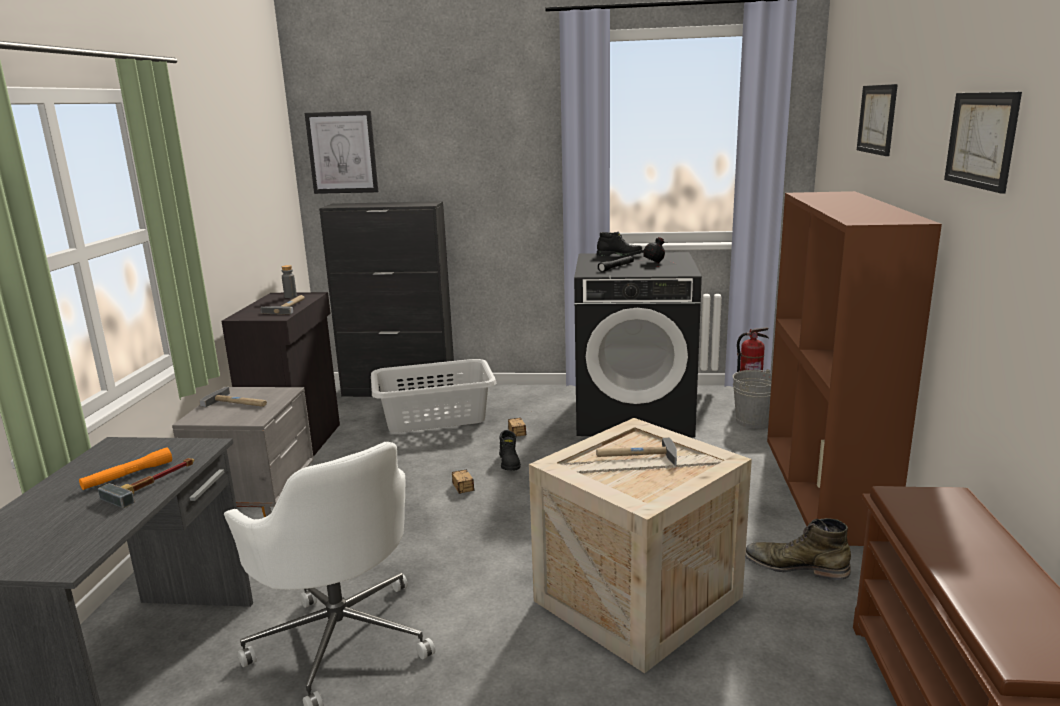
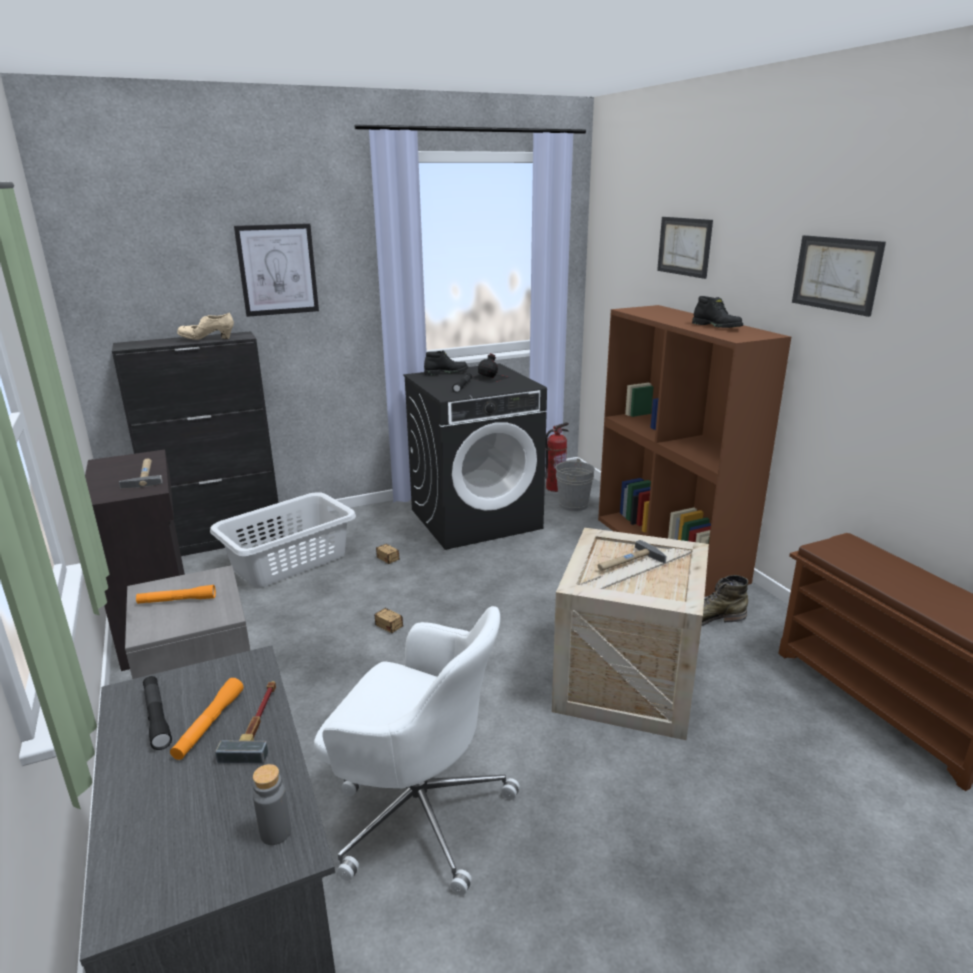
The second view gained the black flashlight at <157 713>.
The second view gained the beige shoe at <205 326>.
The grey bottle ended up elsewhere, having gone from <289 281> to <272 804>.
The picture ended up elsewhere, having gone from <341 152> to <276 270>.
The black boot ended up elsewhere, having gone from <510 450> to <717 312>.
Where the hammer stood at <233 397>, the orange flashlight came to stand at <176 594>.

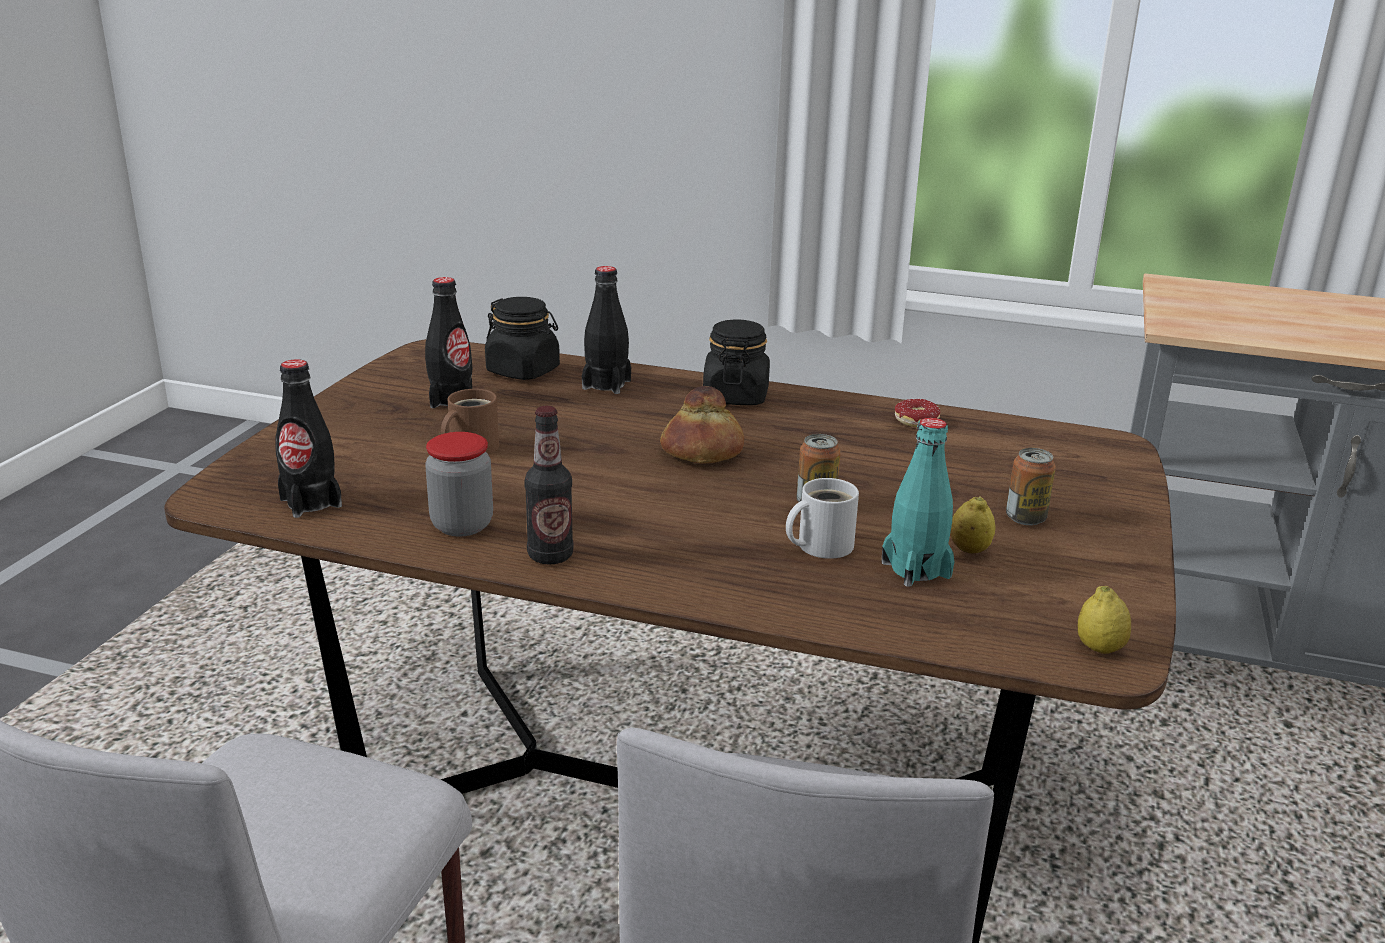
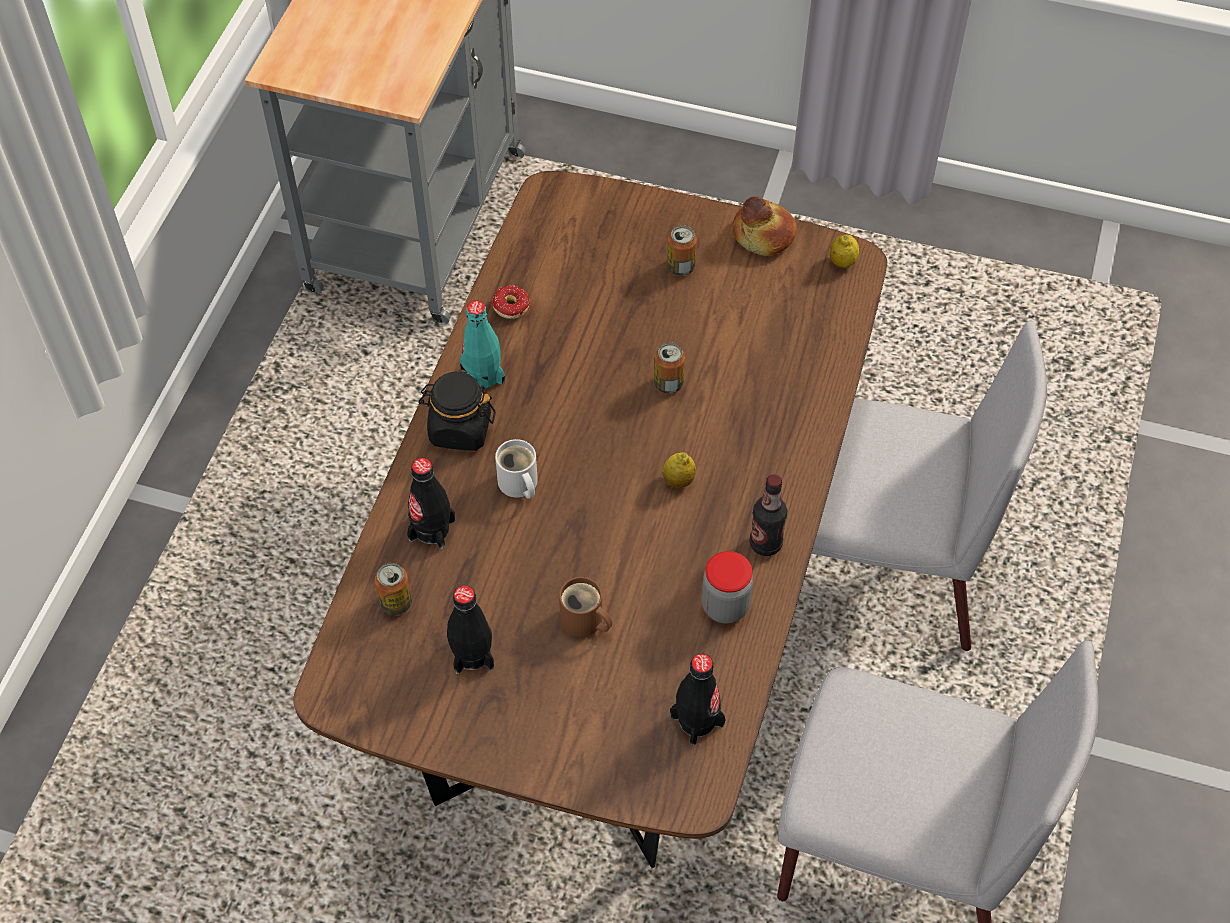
The bread ended up elsewhere, having gone from <702 425> to <765 226>.
The white mug ended up elsewhere, having gone from <822 518> to <516 469>.
The turquoise bottle ended up elsewhere, having gone from <918 502> to <482 344>.
The lemon ended up elsewhere, having gone from <972 525> to <679 470>.
Where the black jar stood at <522 338>, the can came to stand at <393 589>.

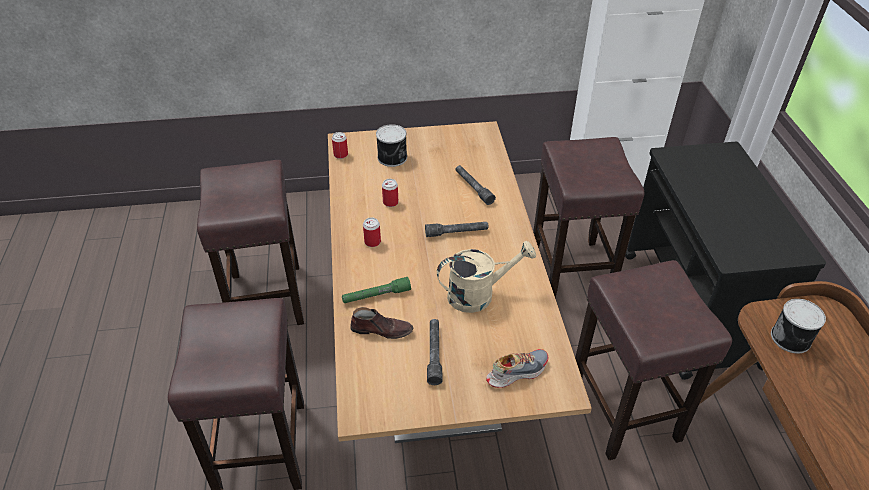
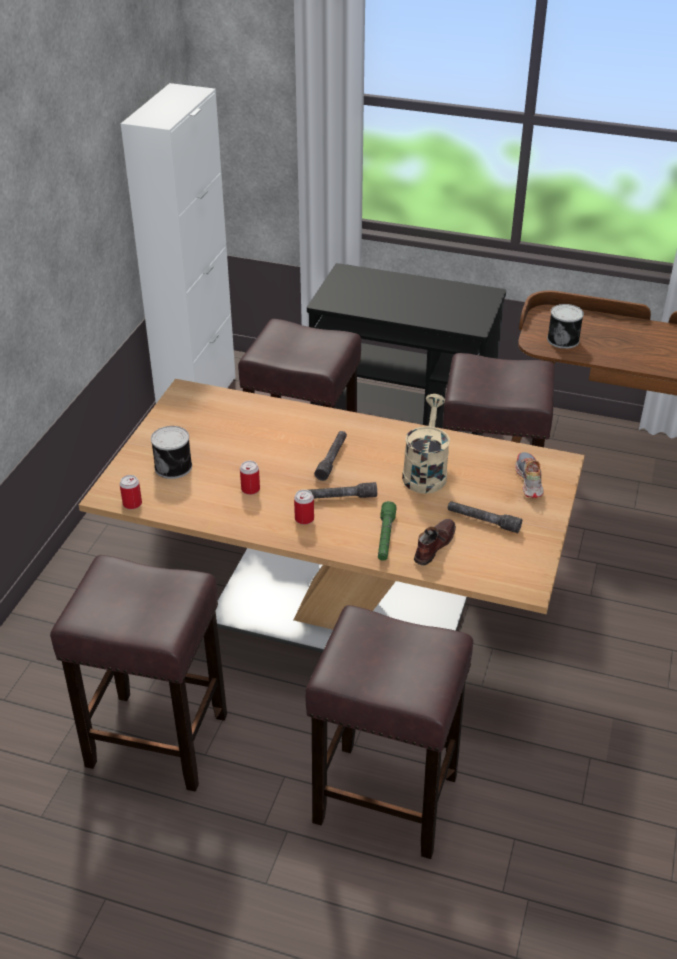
The grey flashlight ended up elsewhere, having gone from <475 185> to <343 490>.

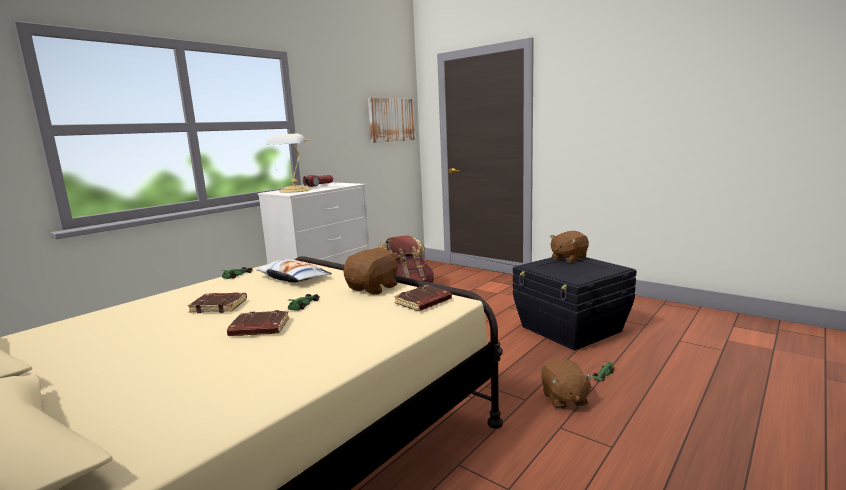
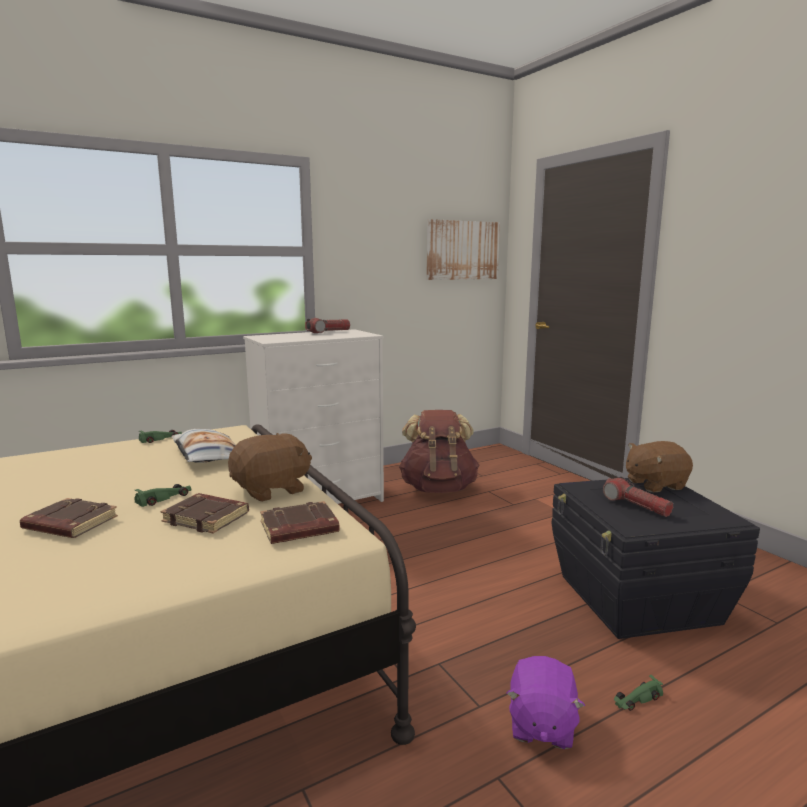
The second view lost the table lamp at <288 163>.
The second view gained the flashlight at <638 497>.
The brown book ended up elsewhere, having gone from <217 303> to <205 513>.
What was the brown plush toy at <567 384> turned into the purple plush toy at <546 702>.

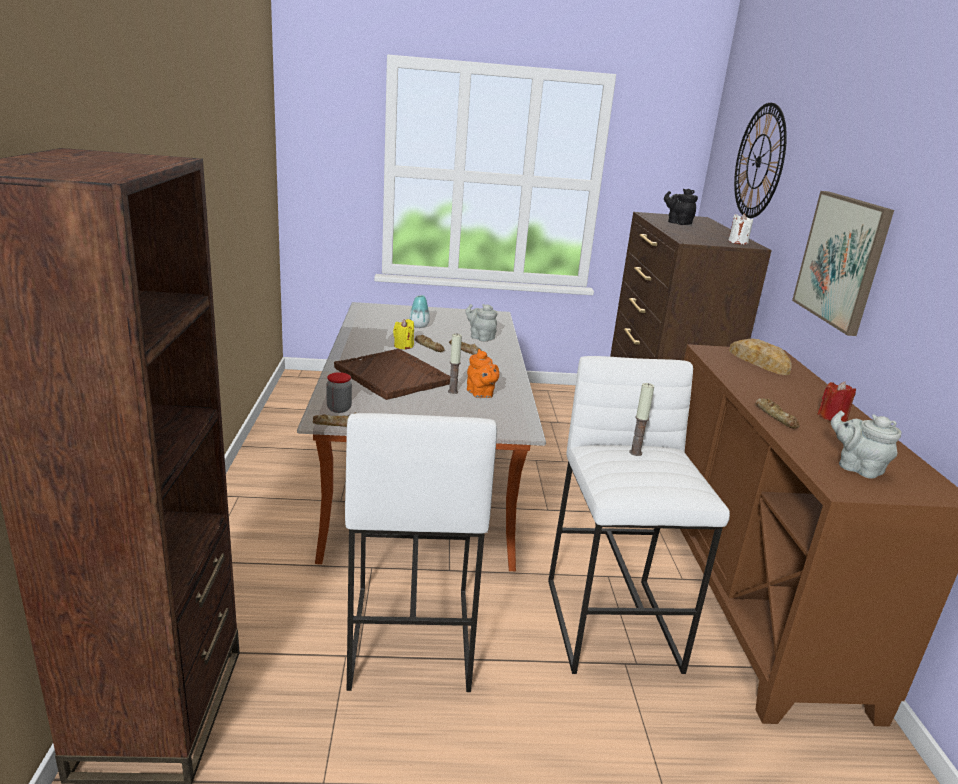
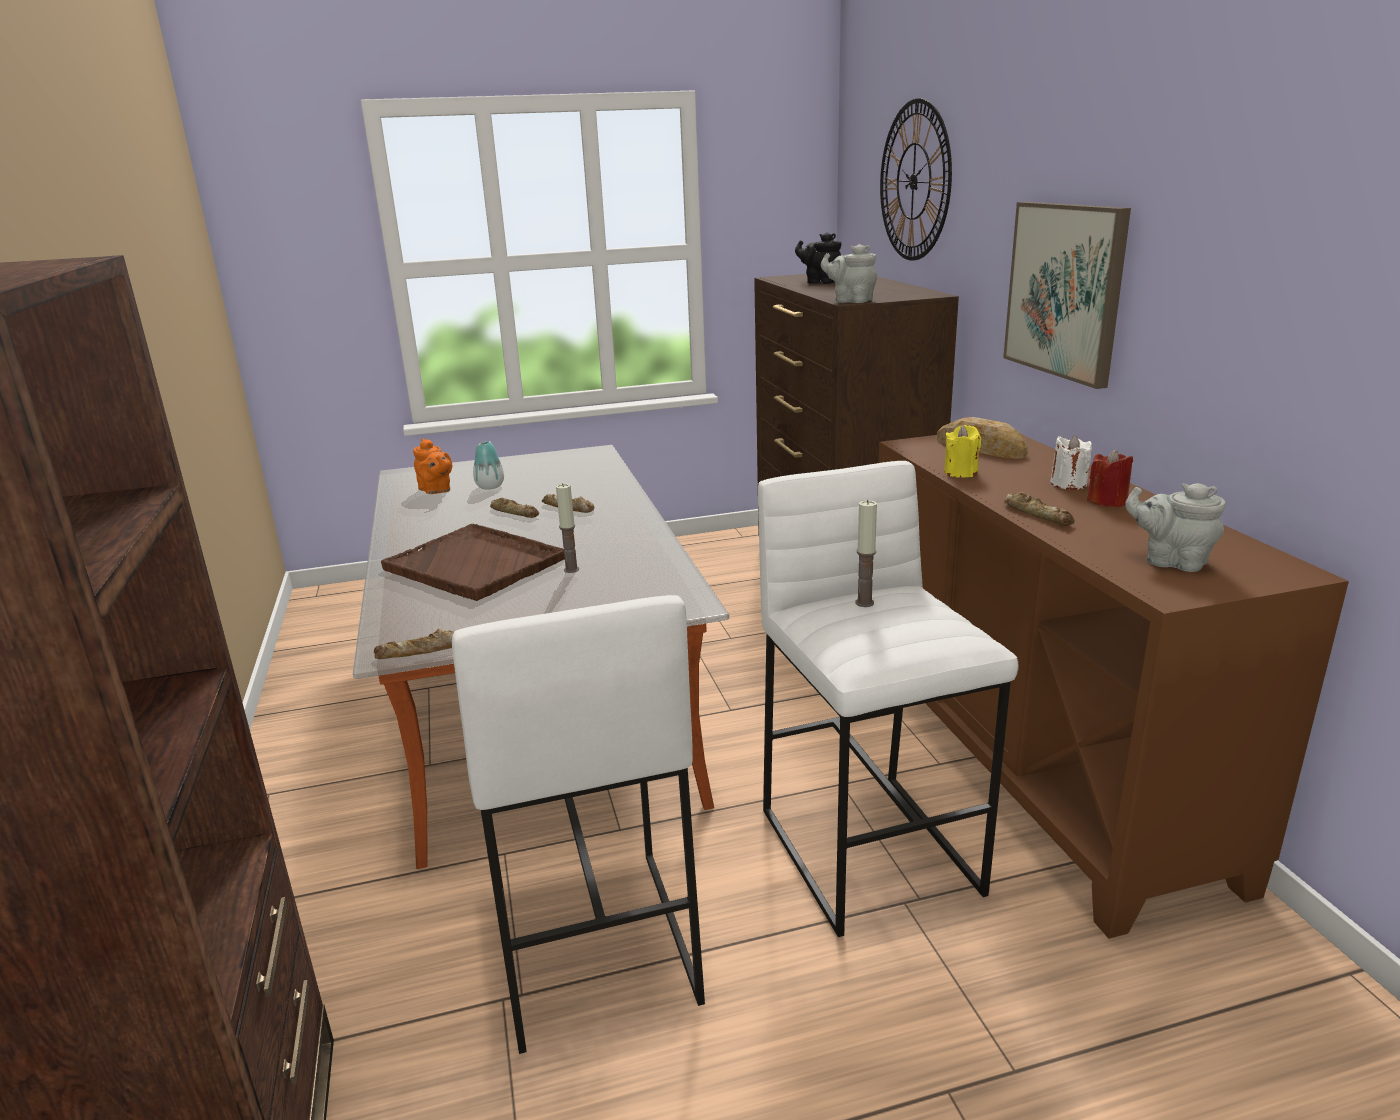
The second view lost the jar at <339 392>.
The yellow candle ended up elsewhere, having gone from <403 334> to <962 451>.
The grey teapot ended up elsewhere, having gone from <481 323> to <849 273>.
The orange teapot ended up elsewhere, having gone from <483 373> to <432 466>.
The white candle ended up elsewhere, having gone from <740 228> to <1071 462>.

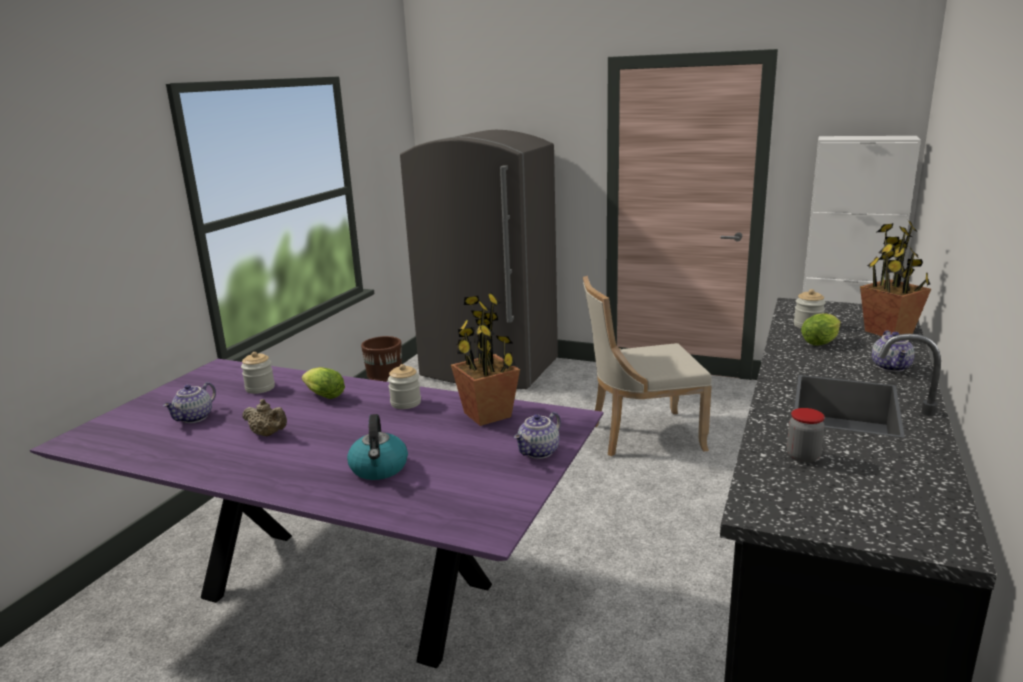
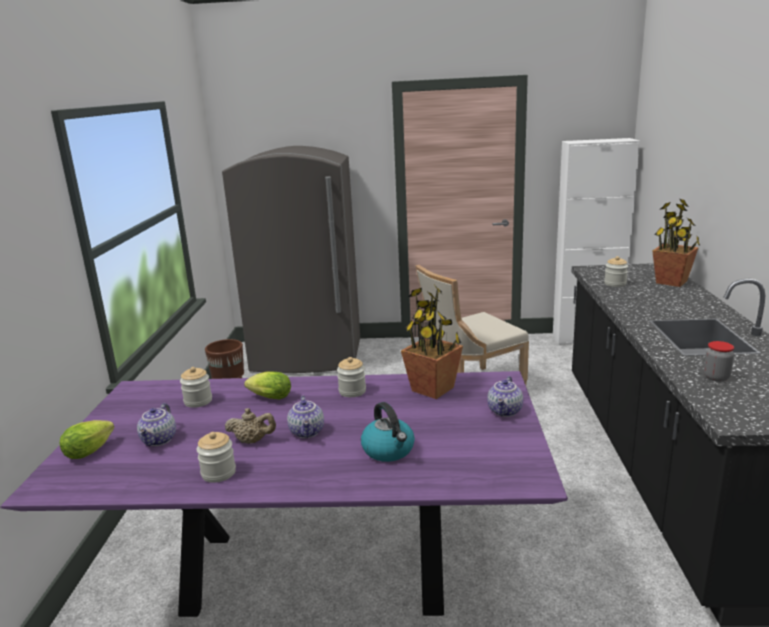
The second view gained the jar at <216 457>.
The lettuce ended up elsewhere, having gone from <821 329> to <87 439>.
The teapot ended up elsewhere, having gone from <893 351> to <305 417>.

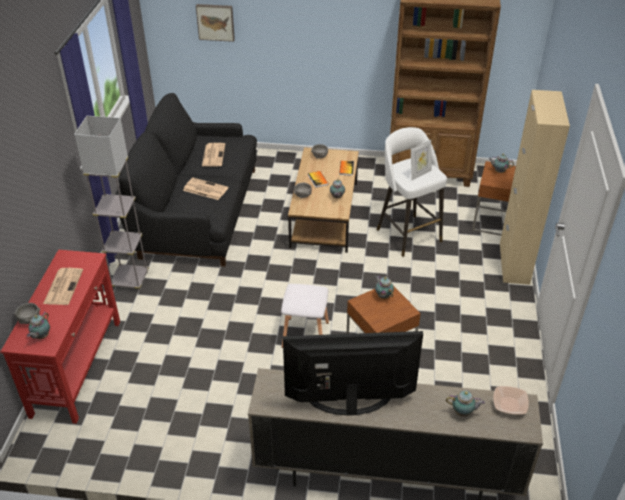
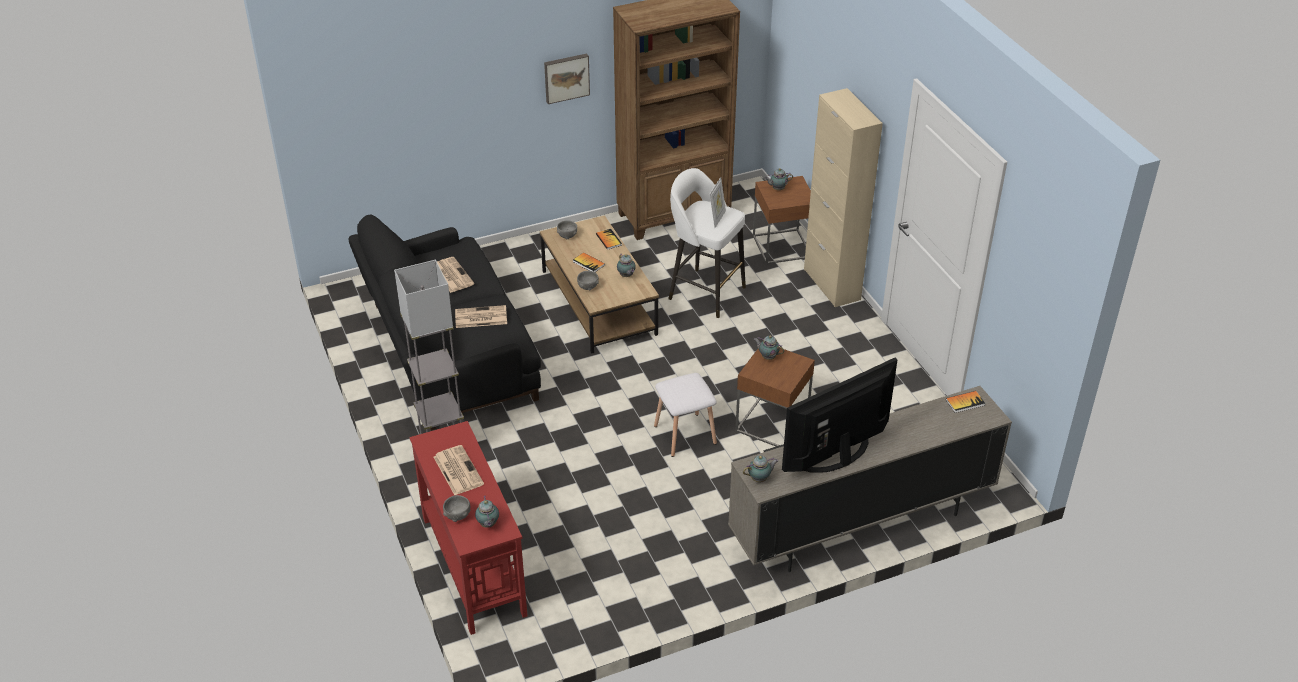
The picture ended up elsewhere, having gone from <215 23> to <567 79>.
The teapot ended up elsewhere, having gone from <465 403> to <760 469>.
Where the bowl stood at <511 400>, the book came to stand at <965 402>.

